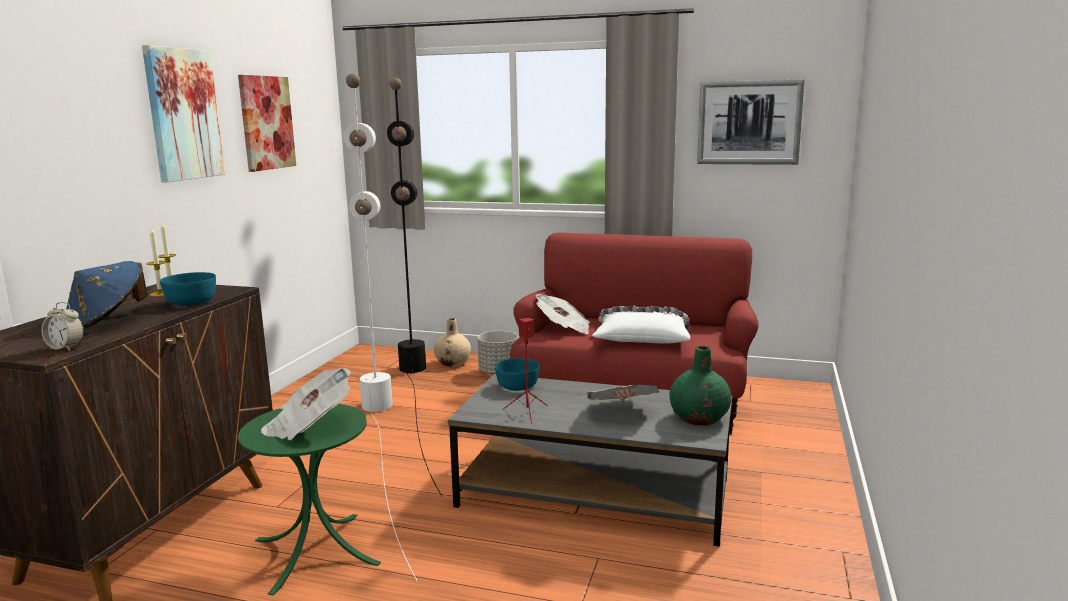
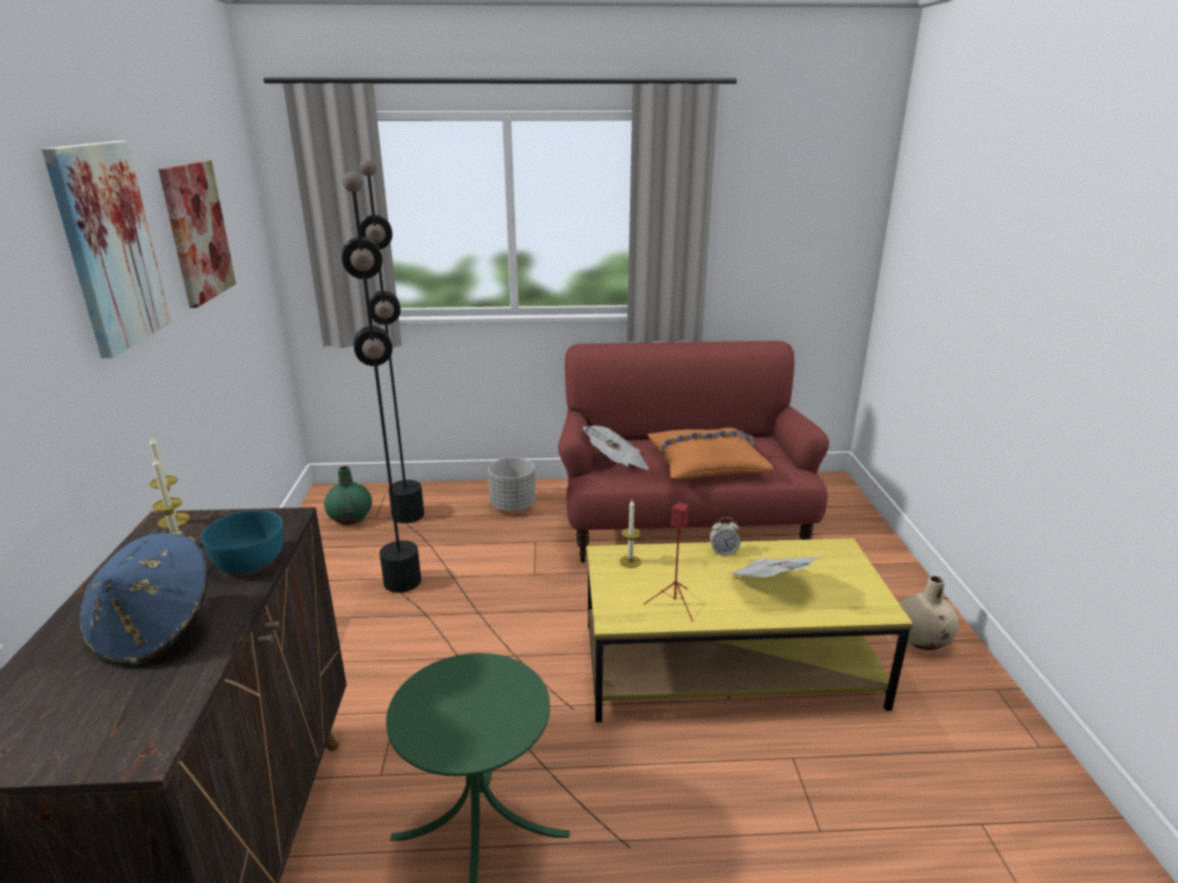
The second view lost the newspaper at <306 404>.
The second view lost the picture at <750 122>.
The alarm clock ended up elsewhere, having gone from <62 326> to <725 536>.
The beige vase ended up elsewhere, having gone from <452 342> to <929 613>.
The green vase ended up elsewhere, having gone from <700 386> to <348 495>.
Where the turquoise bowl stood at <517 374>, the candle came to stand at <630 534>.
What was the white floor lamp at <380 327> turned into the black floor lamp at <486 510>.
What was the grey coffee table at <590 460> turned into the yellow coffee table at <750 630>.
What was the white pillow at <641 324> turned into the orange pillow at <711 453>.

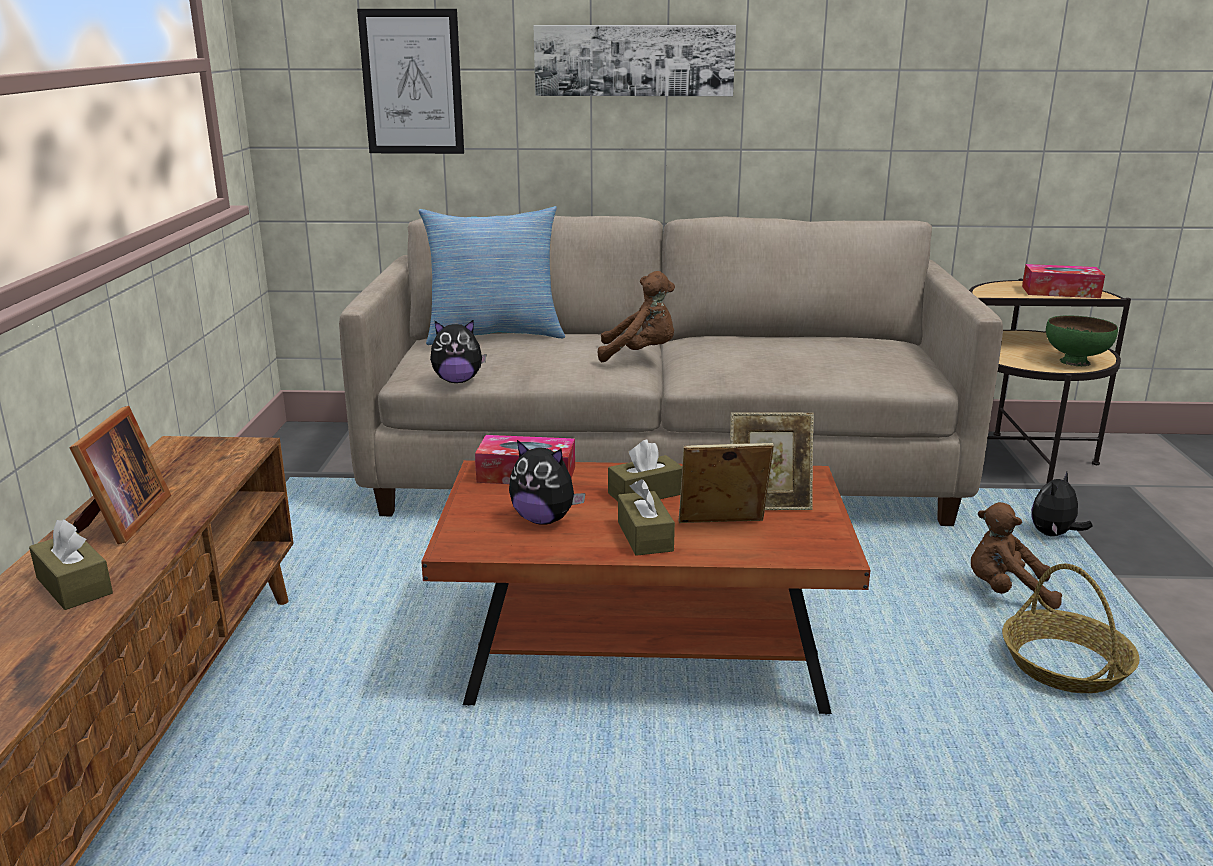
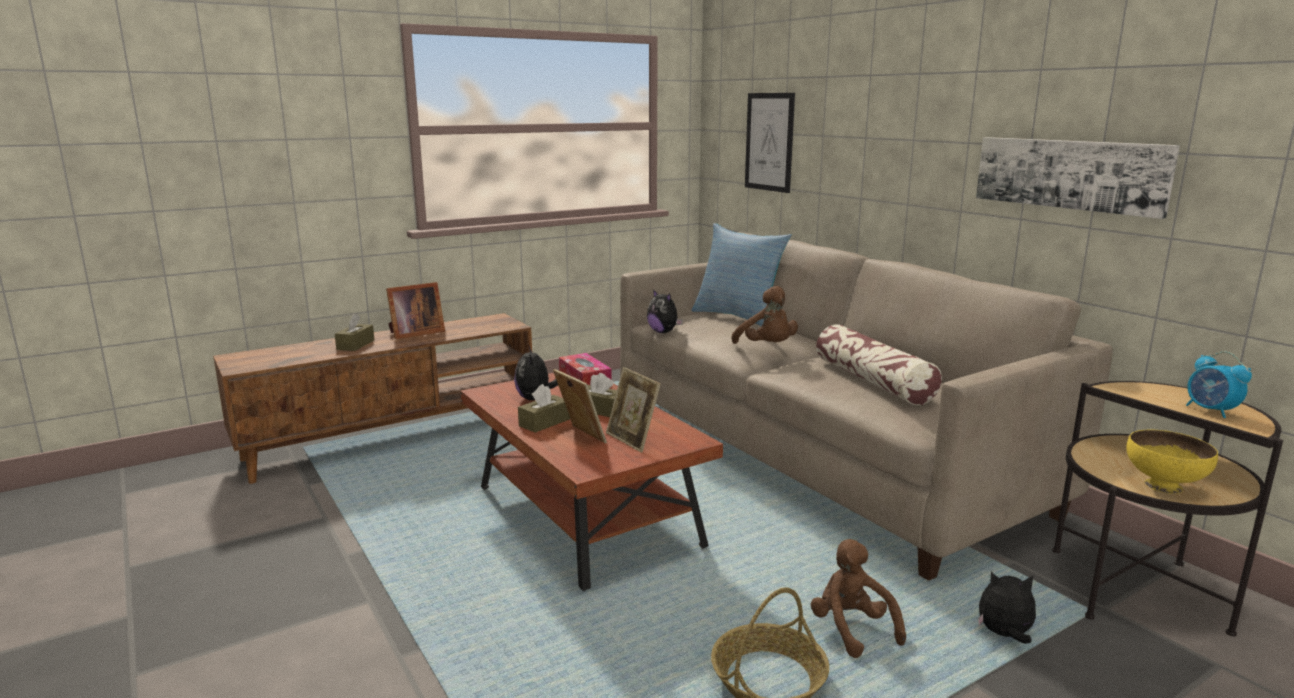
The second view gained the pillow at <879 364>.
The picture ended up elsewhere, having gone from <635 60> to <1078 178>.
Where the tissue box stood at <1063 281>, the alarm clock came to stand at <1219 385>.
What was the green bowl at <1082 340> turned into the yellow bowl at <1172 462>.

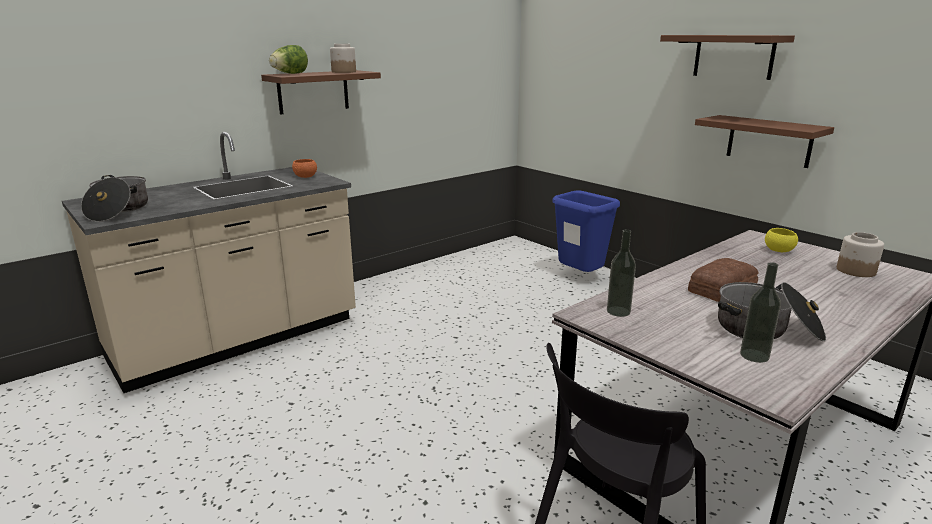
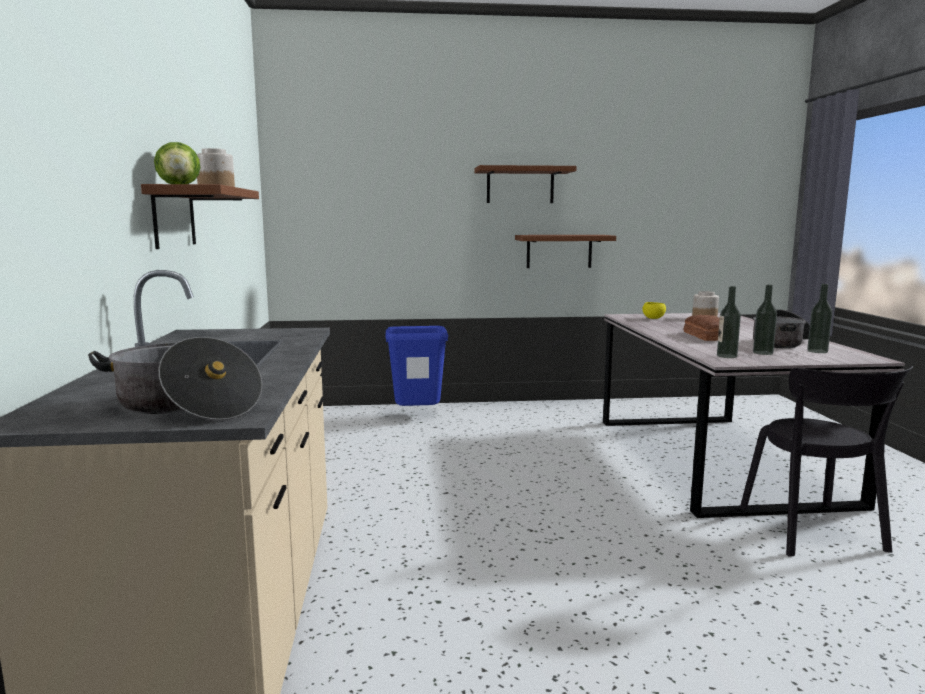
The second view lost the orange bowl at <304 168>.
The second view gained the bottle at <765 320>.

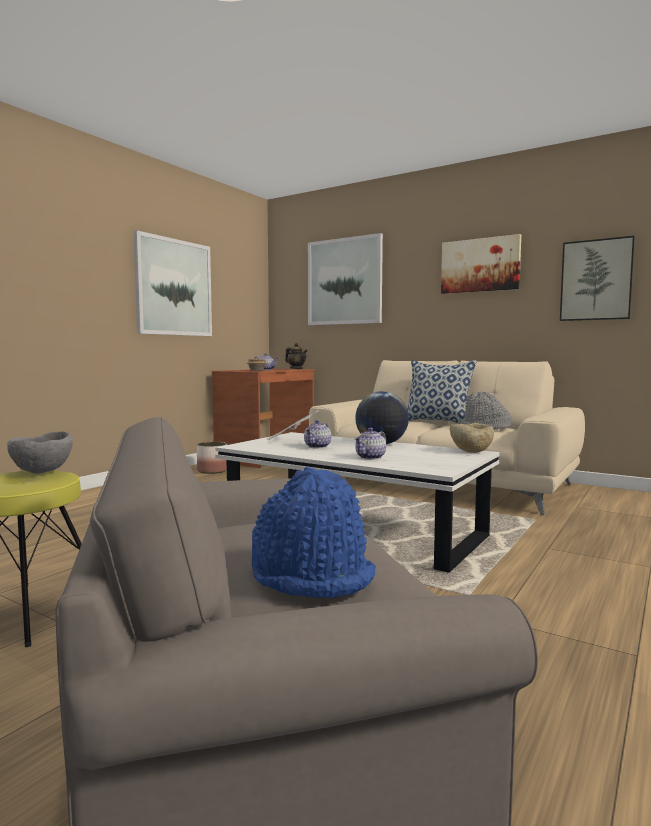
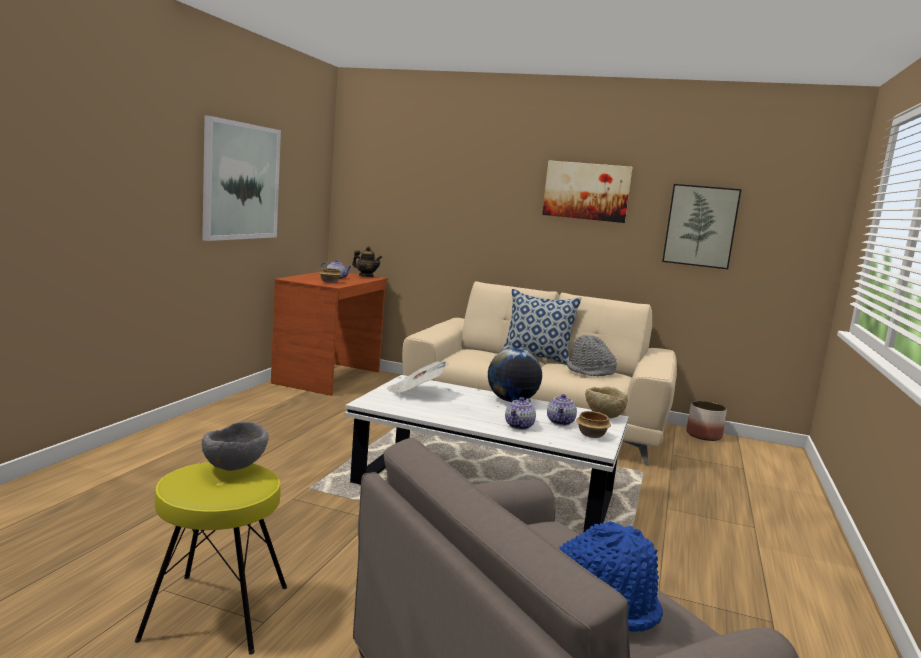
The second view lost the picture at <345 279>.
The second view gained the bowl at <593 424>.
The planter ended up elsewhere, having gone from <212 458> to <706 421>.
The teapot ended up elsewhere, having gone from <318 434> to <562 410>.

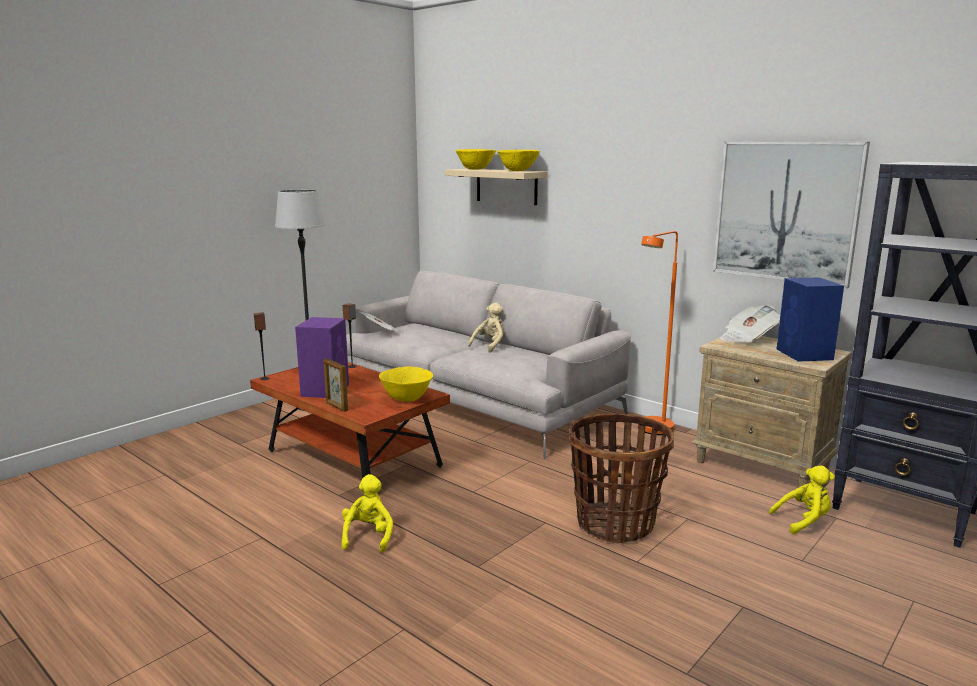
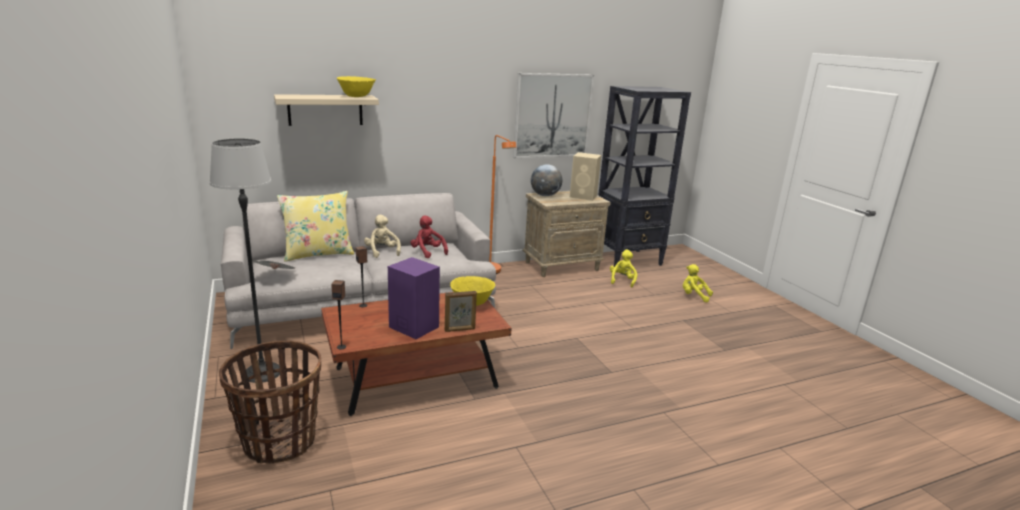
The second view lost the yellow bowl at <476 159>.
The second view gained the yellow pillow at <315 226>.
The second view gained the red plush toy at <429 237>.
The yellow plush toy ended up elsewhere, having gone from <367 513> to <698 283>.
The basket ended up elsewhere, having gone from <621 478> to <270 402>.
Where the newspaper stood at <750 324>, the globe came to stand at <546 180>.
What was the blue speaker at <810 319> turned into the beige speaker at <585 176>.

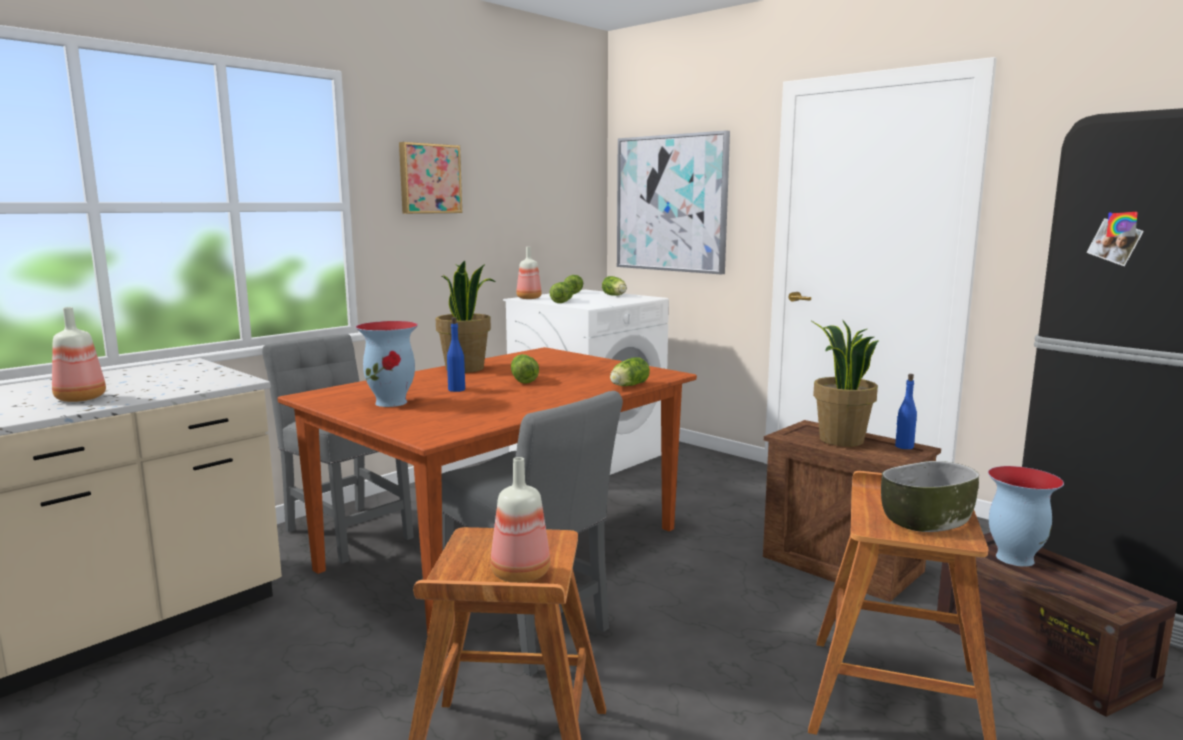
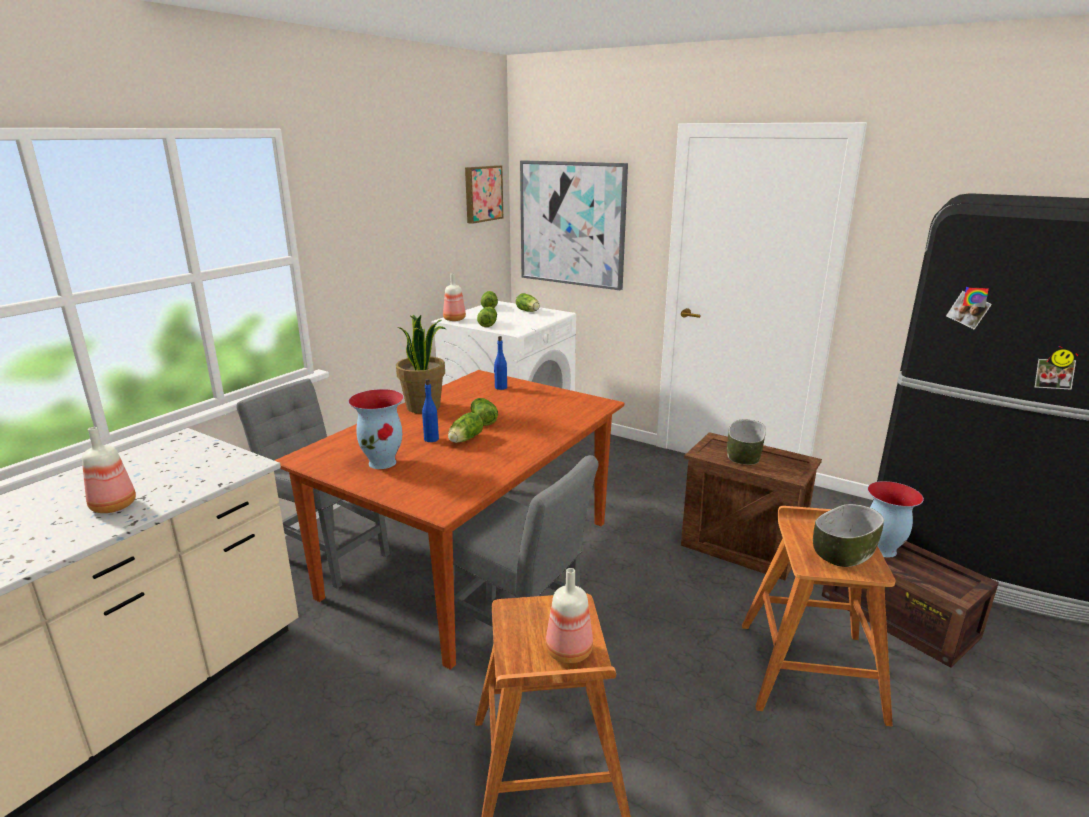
The picture ended up elsewhere, having gone from <430 178> to <484 194>.
The lettuce ended up elsewhere, having gone from <630 371> to <465 427>.
The blue bottle ended up elsewhere, having gone from <906 411> to <500 363>.
Where the potted plant stood at <844 383>, the bowl came to stand at <746 442>.

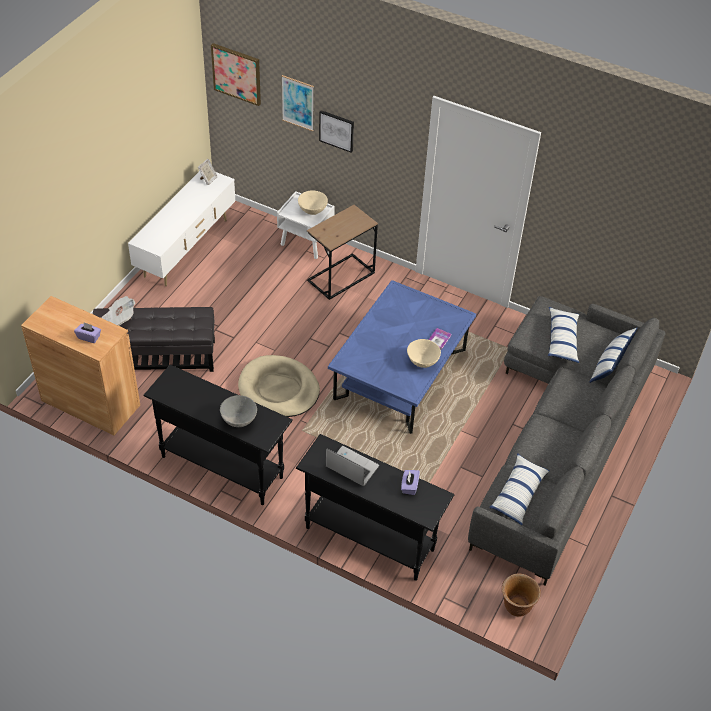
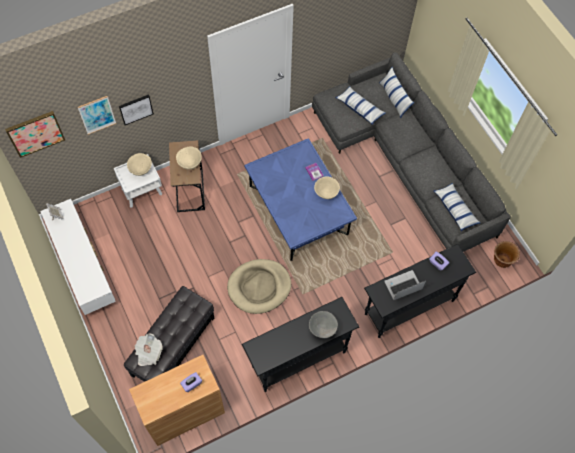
The second view gained the beige bowl at <189 158>.

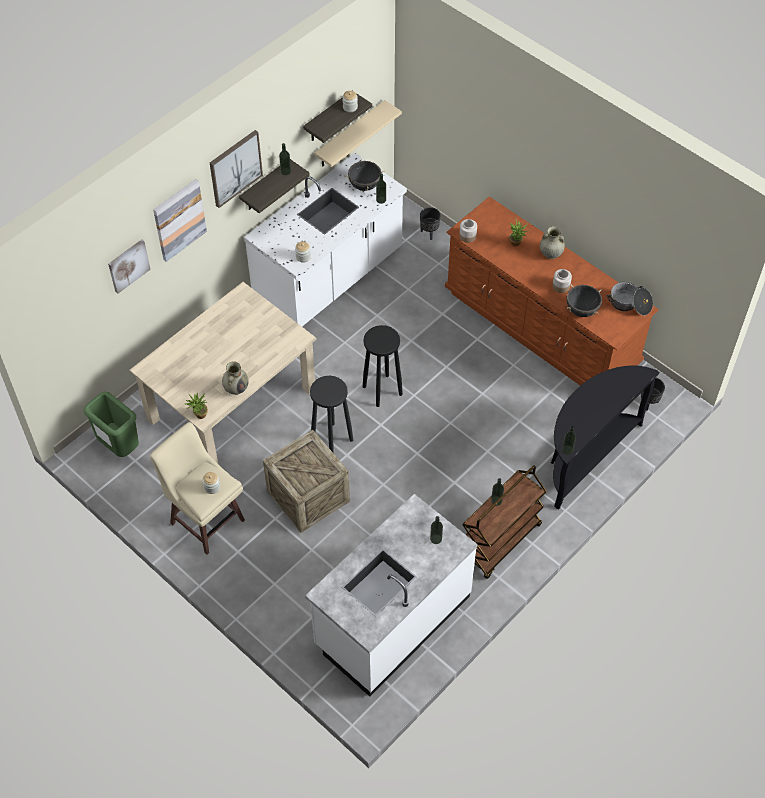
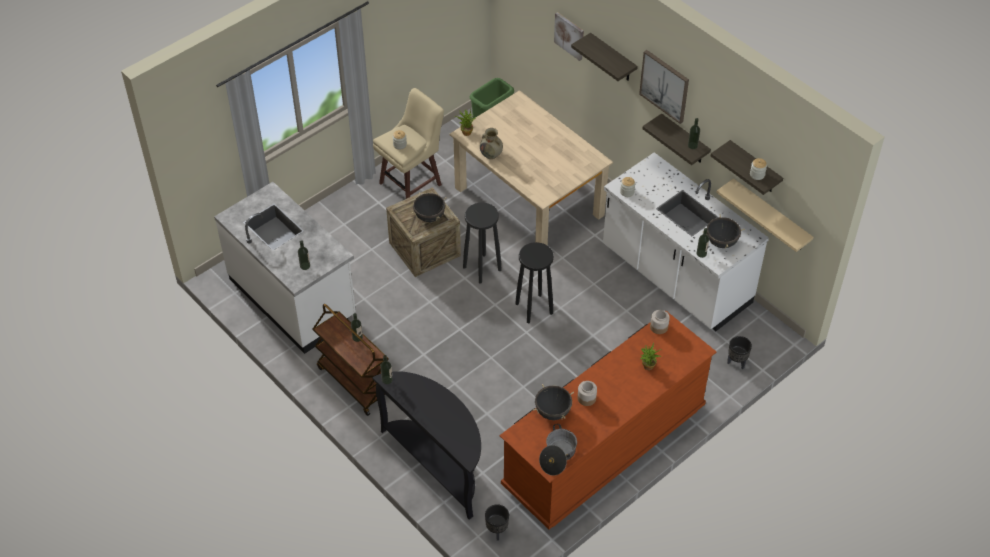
The second view lost the beige vase at <552 242>.
The second view gained the black cooking pot at <429 207>.
Where the picture hung at <180 220>, the shelf came to hang at <604 57>.

